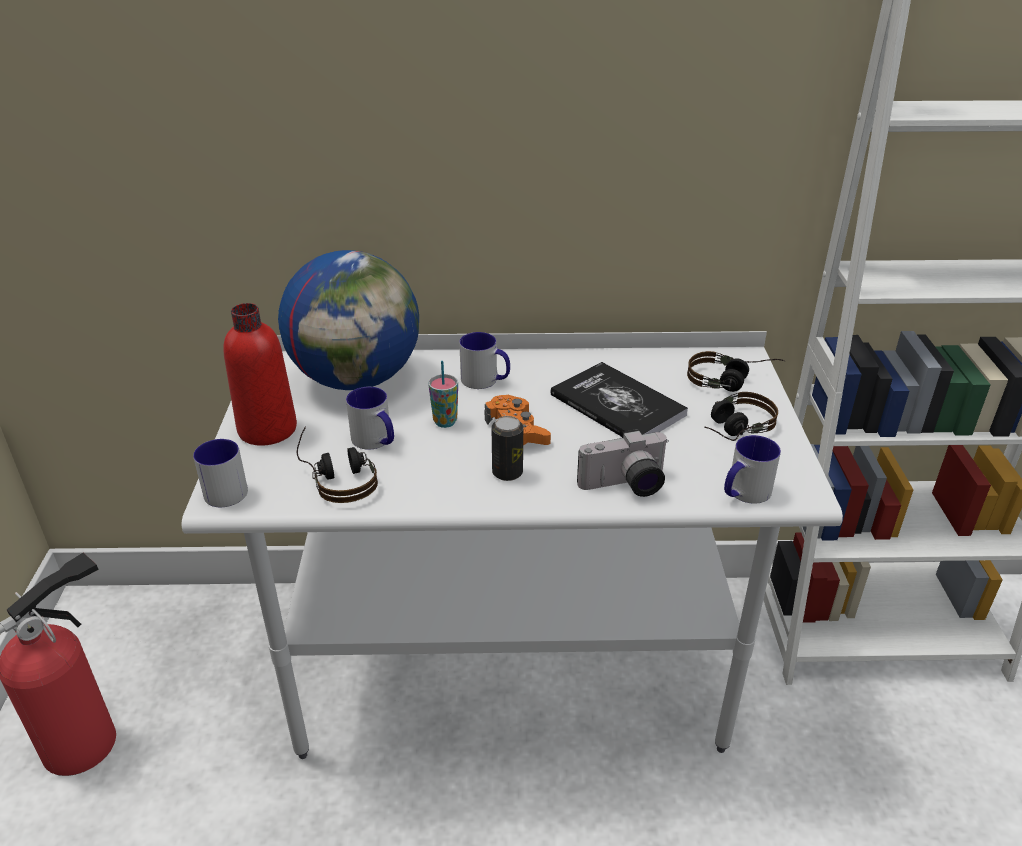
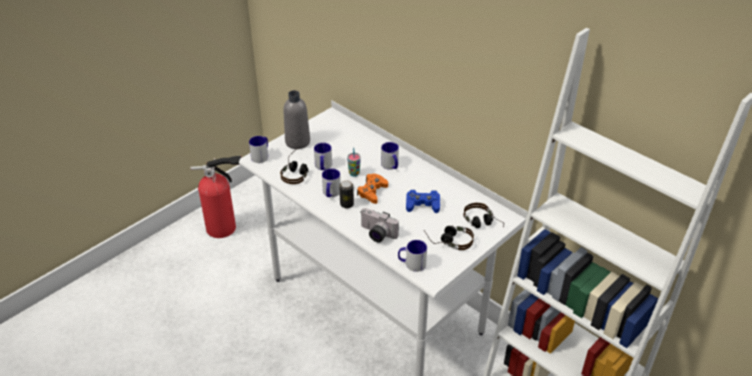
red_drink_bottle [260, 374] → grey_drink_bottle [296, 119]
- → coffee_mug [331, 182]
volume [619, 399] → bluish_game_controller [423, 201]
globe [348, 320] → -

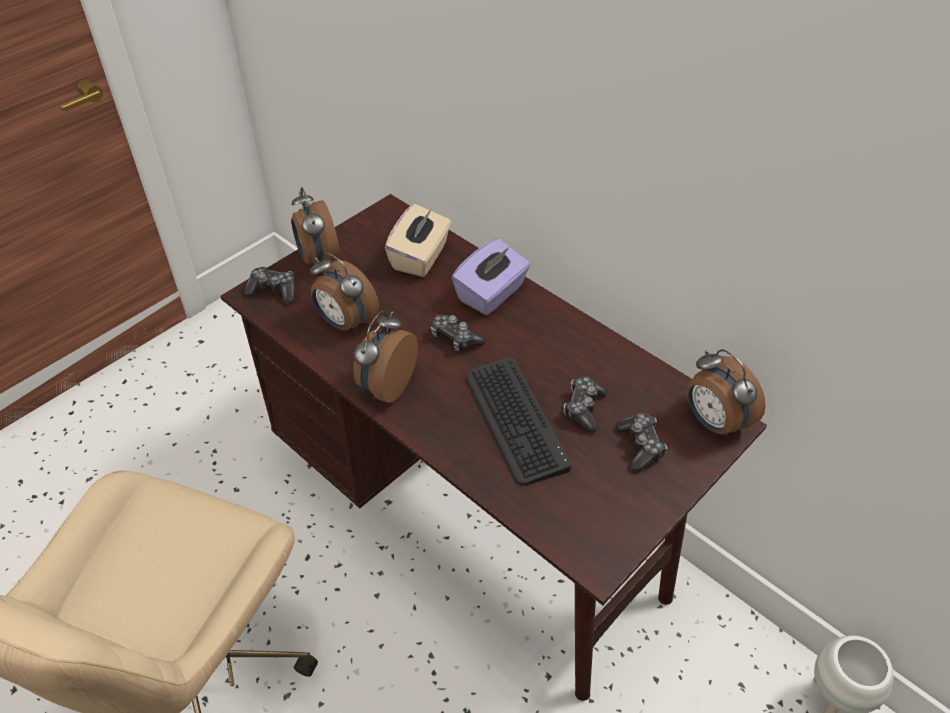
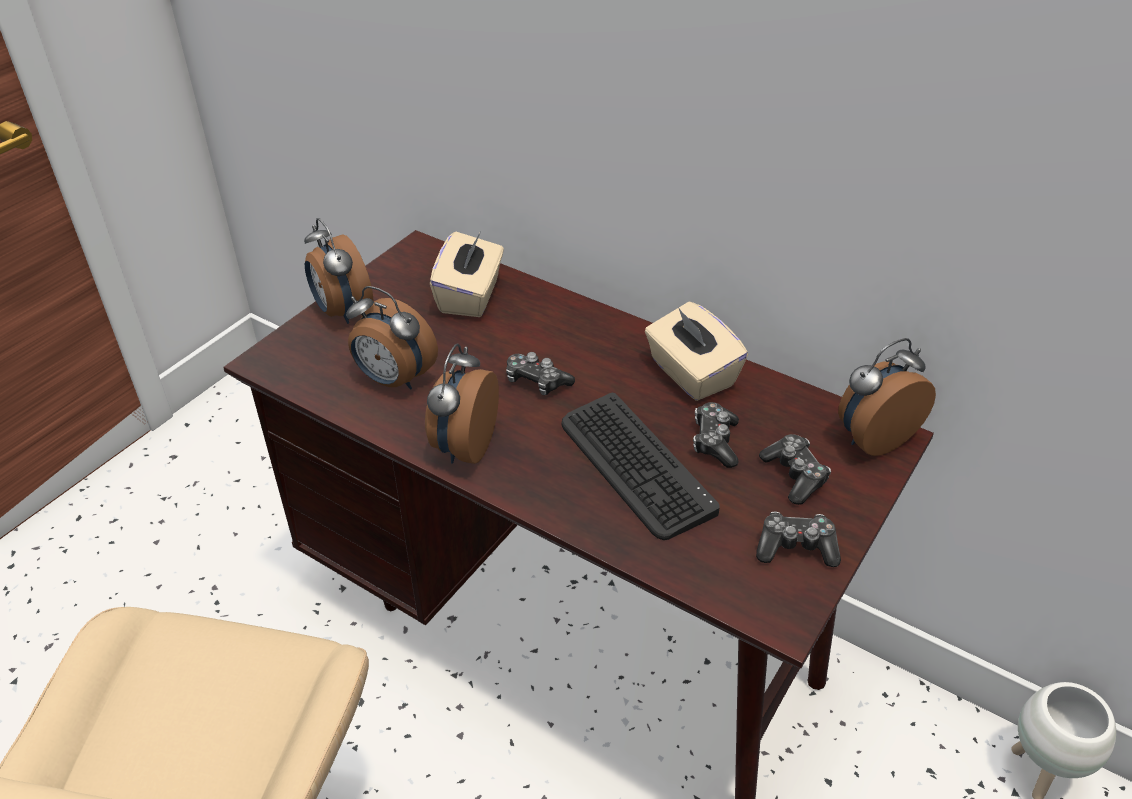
- → beige_tissue_box [696, 351]
game_controller [269, 285] → game_controller [798, 539], relocated
table_clock [726, 393] → table_clock [887, 397], 105 degrees clockwise
purple-coloured_tissue_box [491, 276] → -

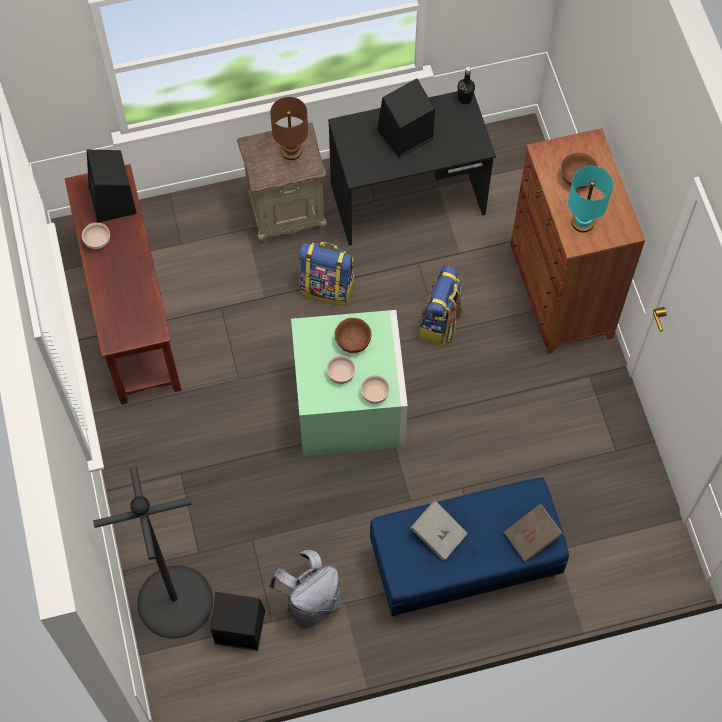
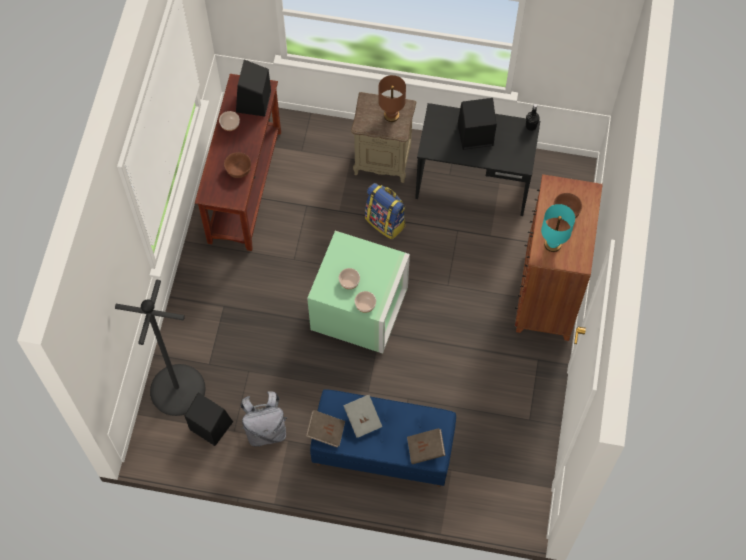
brown-coloured_deep_dish [352, 335] → brown-coloured_deep_dish [237, 165], relocated
- → brown-coloured_volume [325, 428]
rucksack [440, 306] → -

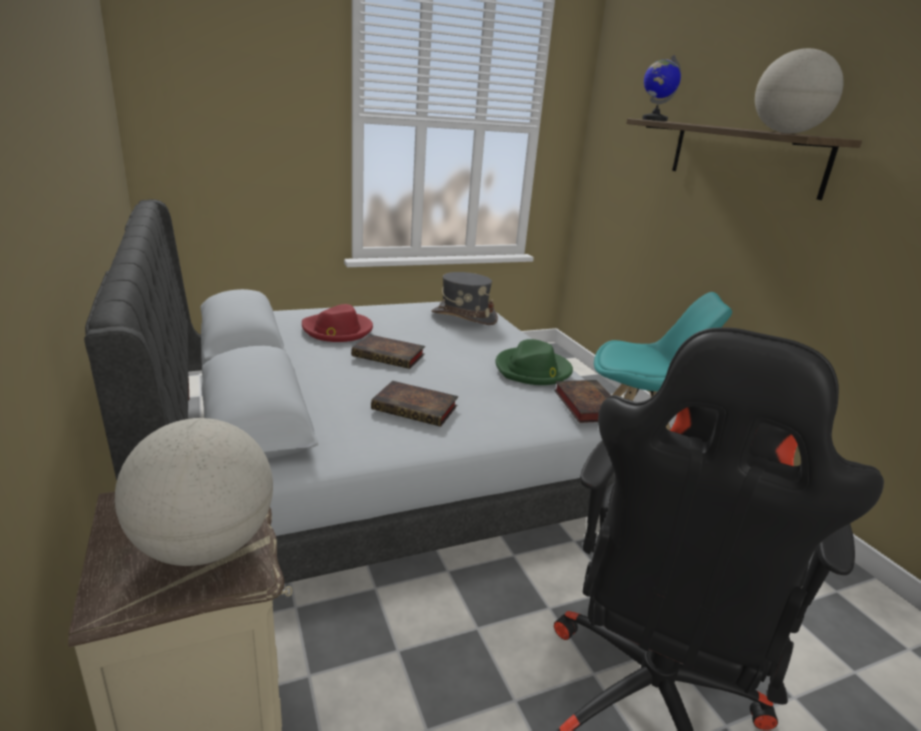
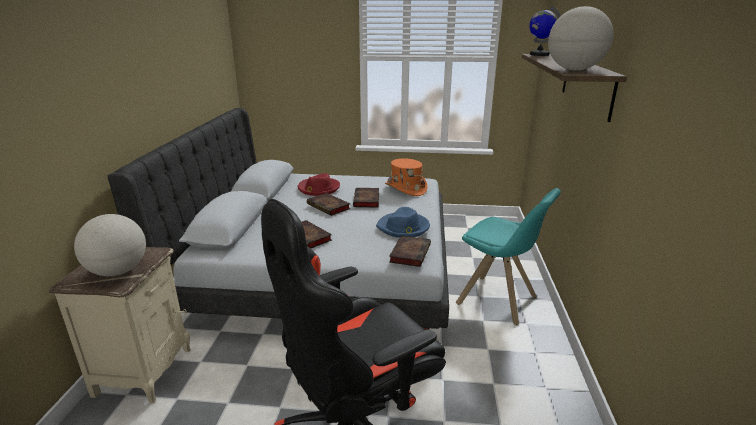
- → volume [366, 198]
greenish_hat [534, 362] → bluish_hat [403, 222]
grey_hat [465, 298] → orange-coloured_hat [406, 177]

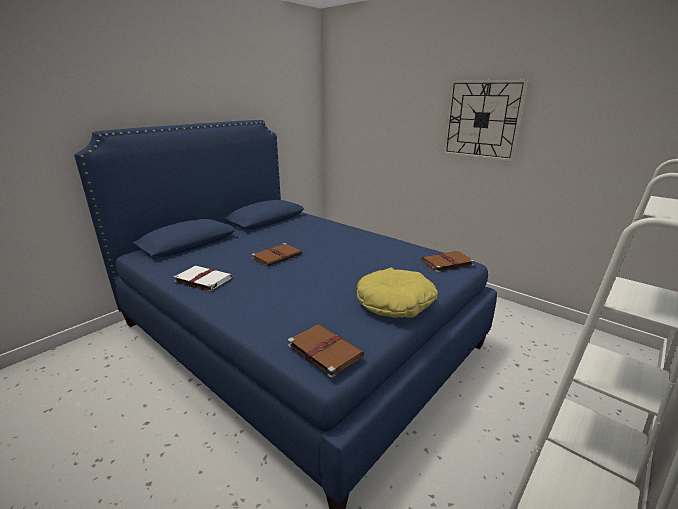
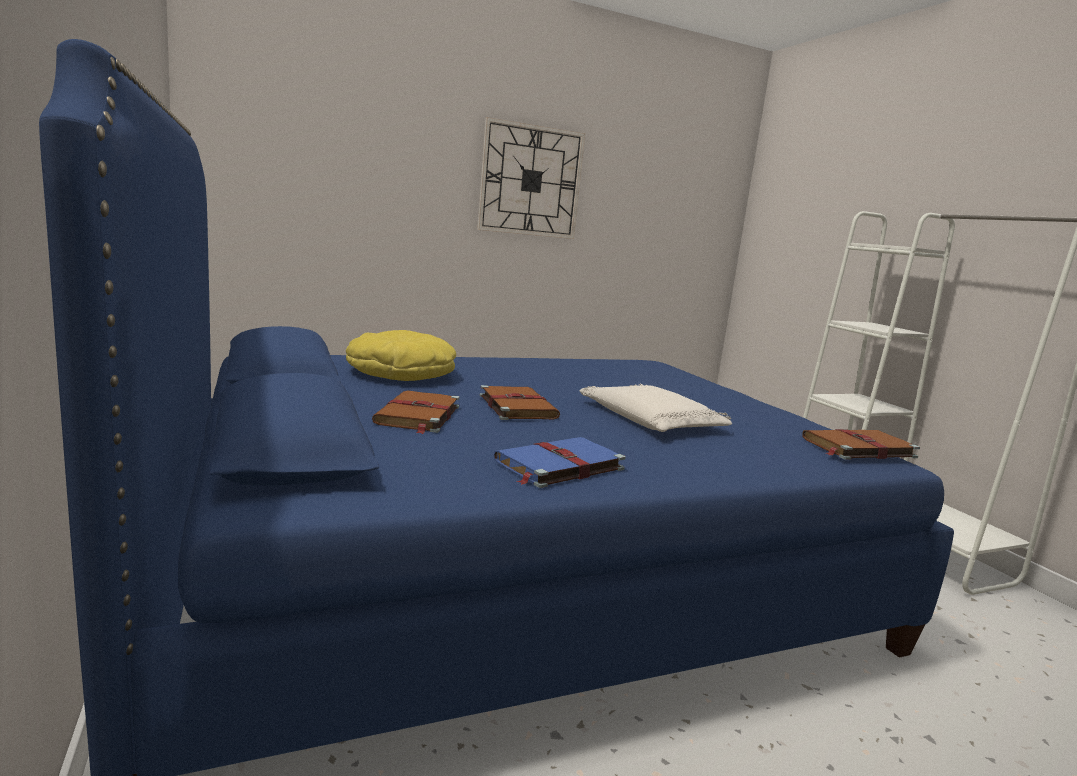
yellowish_throw_pillow [397, 293] → yellowish_throw_pillow [401, 355], relocated
brown-coloured_volume [448, 262] → brown-coloured_volume [416, 412], relocated
whitish_volume [202, 279] → bluish_volume [560, 462]
- → whitish_throw_pillow [655, 408]

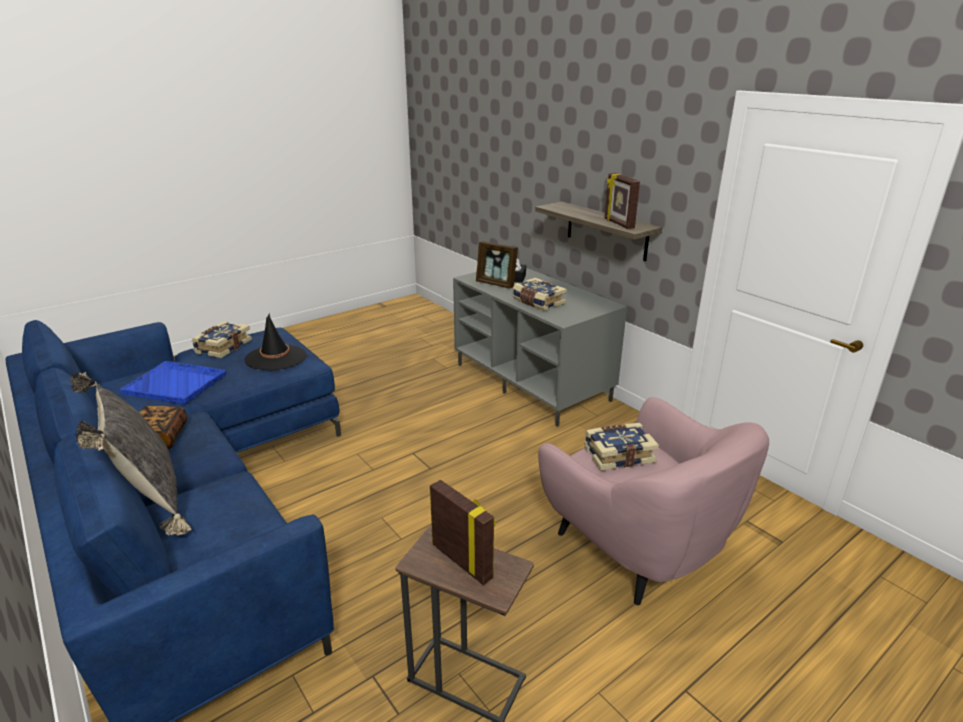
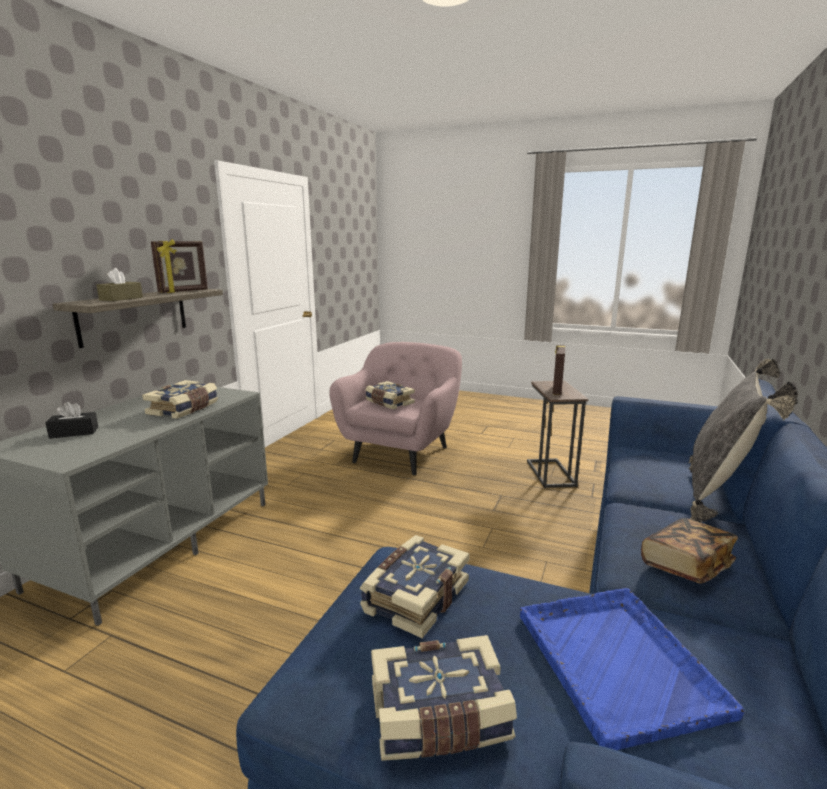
- → brown-coloured_tissue_box [120, 284]
black-coloured_hat [275, 341] → volume [415, 586]
picture_frame [497, 264] → -

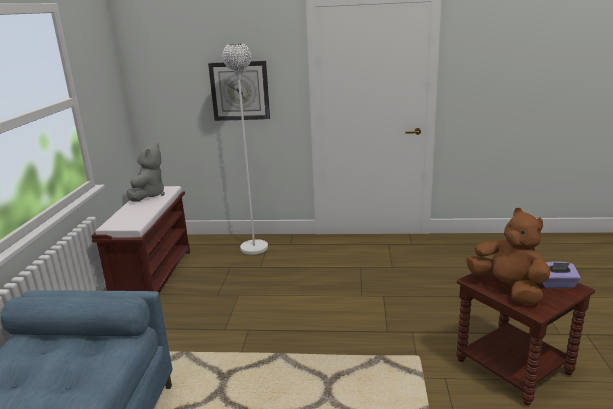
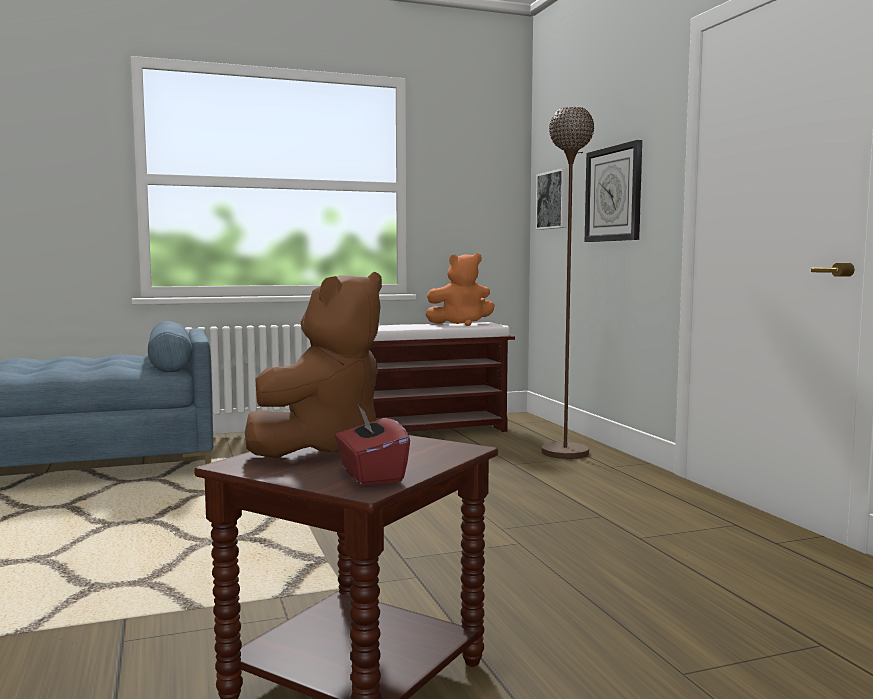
purple-coloured_tissue_box [561, 275] → red_tissue_box [372, 445]
grey_cuddly_toy [146, 172] → orange-coloured_cuddly_toy [460, 289]
- → wall_art [552, 199]
whitish_floor_lamp [245, 149] → brown-coloured_floor_lamp [568, 283]

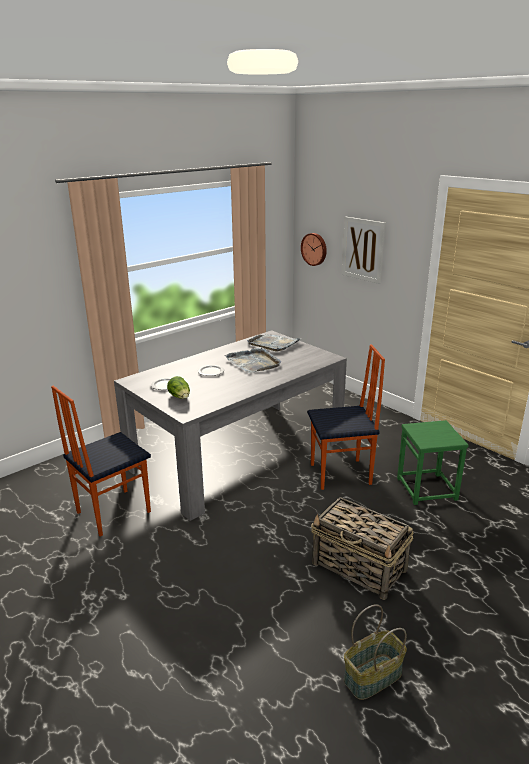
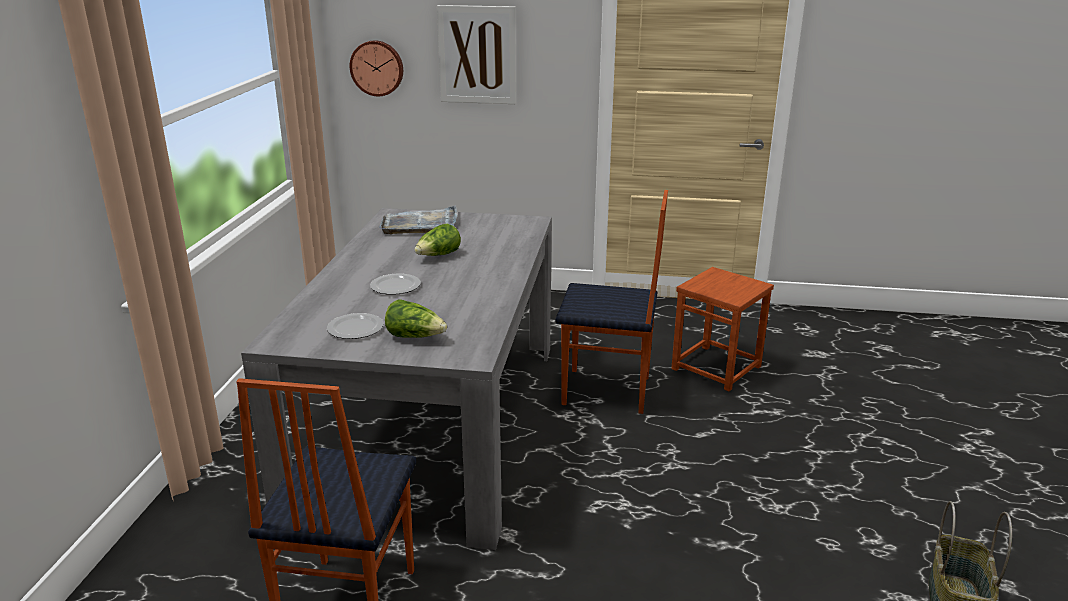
grey_serving_tray [252, 360] → head_of_lettuce [437, 240]
upright_chair [346, 417] → upright_chair [611, 302], 60 degrees clockwise
greenish_stool_seat [433, 462] → brown-coloured_stool_seat [722, 329]
storage_basket [362, 548] → -

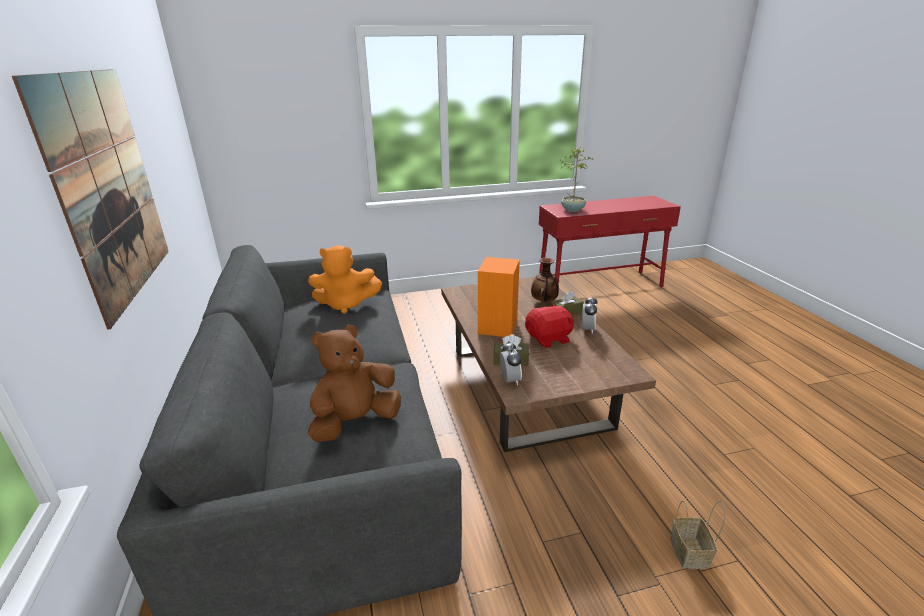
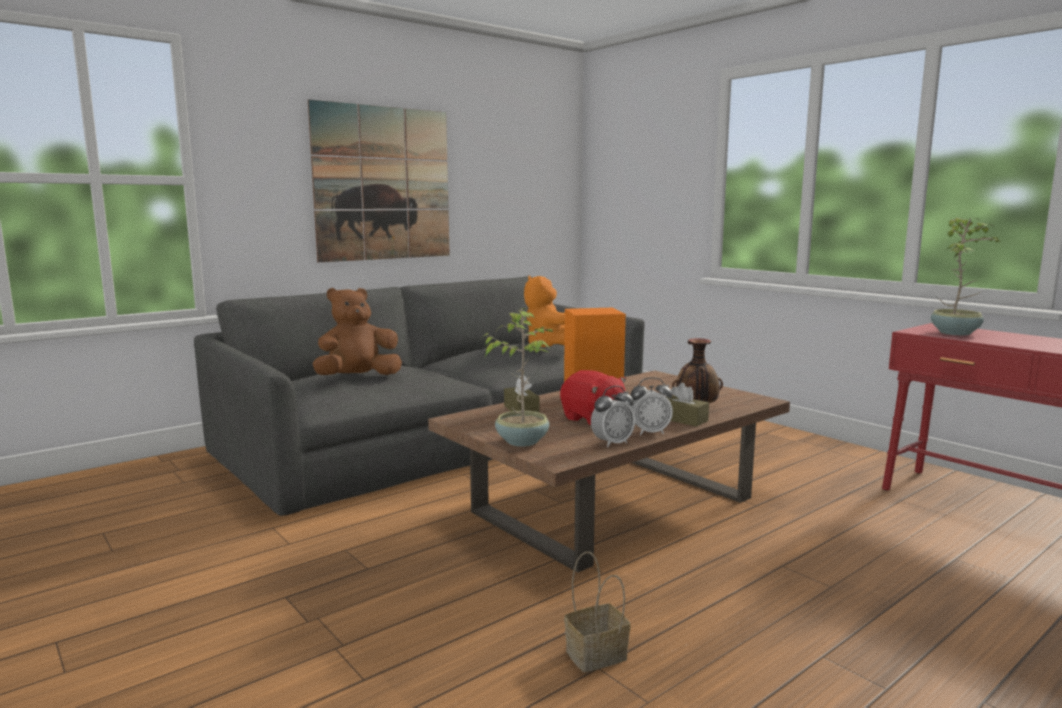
brown-coloured_cuddly_toy [354, 383] → brown-coloured_cuddly_toy [357, 331], 60 degrees counterclockwise
- → houseplant [519, 377]
storage_basket [698, 534] → storage_basket [597, 612], relocated
table_clock [511, 363] → table_clock [613, 417], relocated

